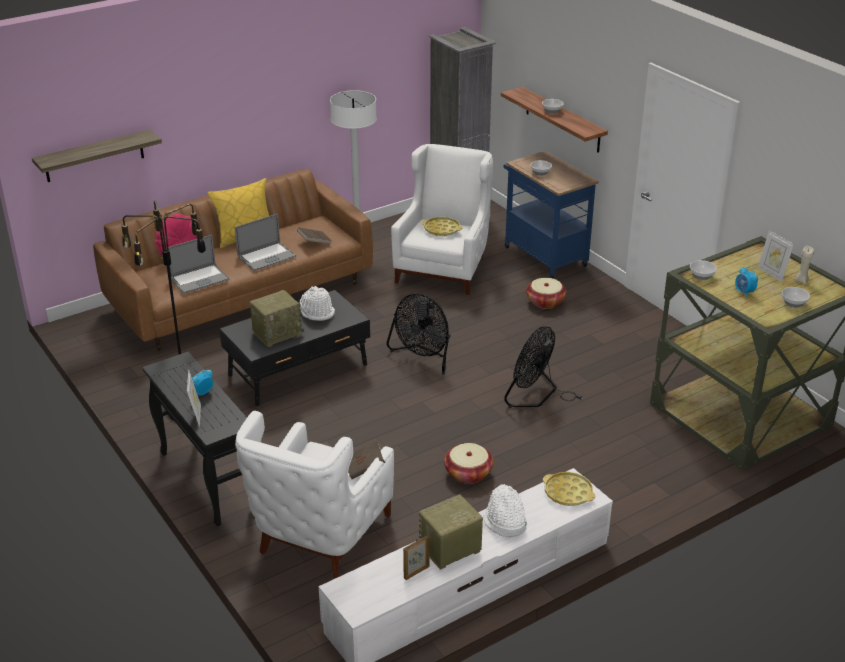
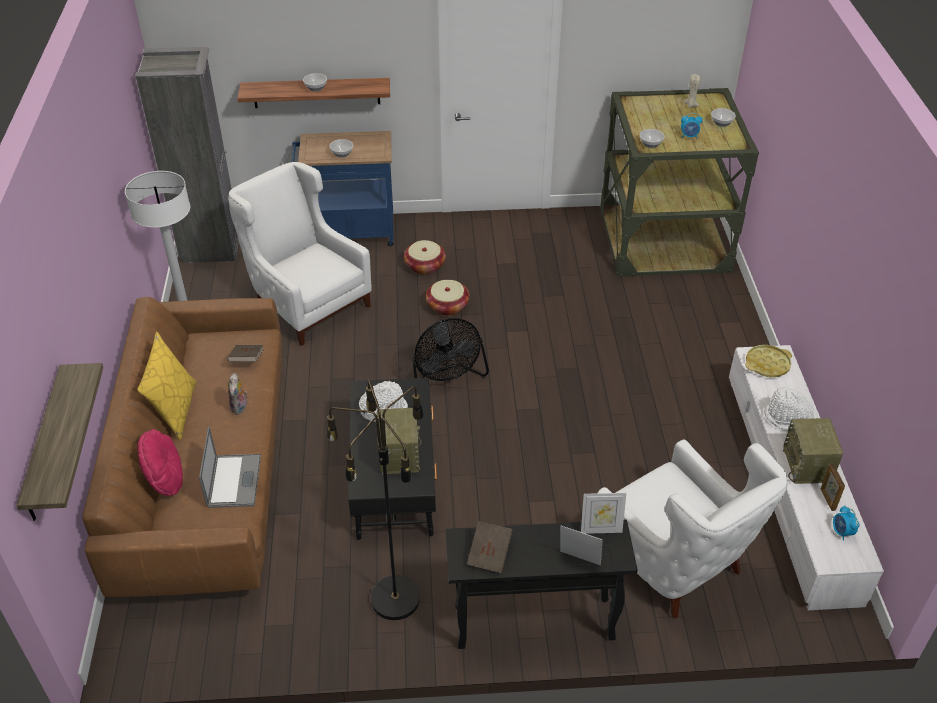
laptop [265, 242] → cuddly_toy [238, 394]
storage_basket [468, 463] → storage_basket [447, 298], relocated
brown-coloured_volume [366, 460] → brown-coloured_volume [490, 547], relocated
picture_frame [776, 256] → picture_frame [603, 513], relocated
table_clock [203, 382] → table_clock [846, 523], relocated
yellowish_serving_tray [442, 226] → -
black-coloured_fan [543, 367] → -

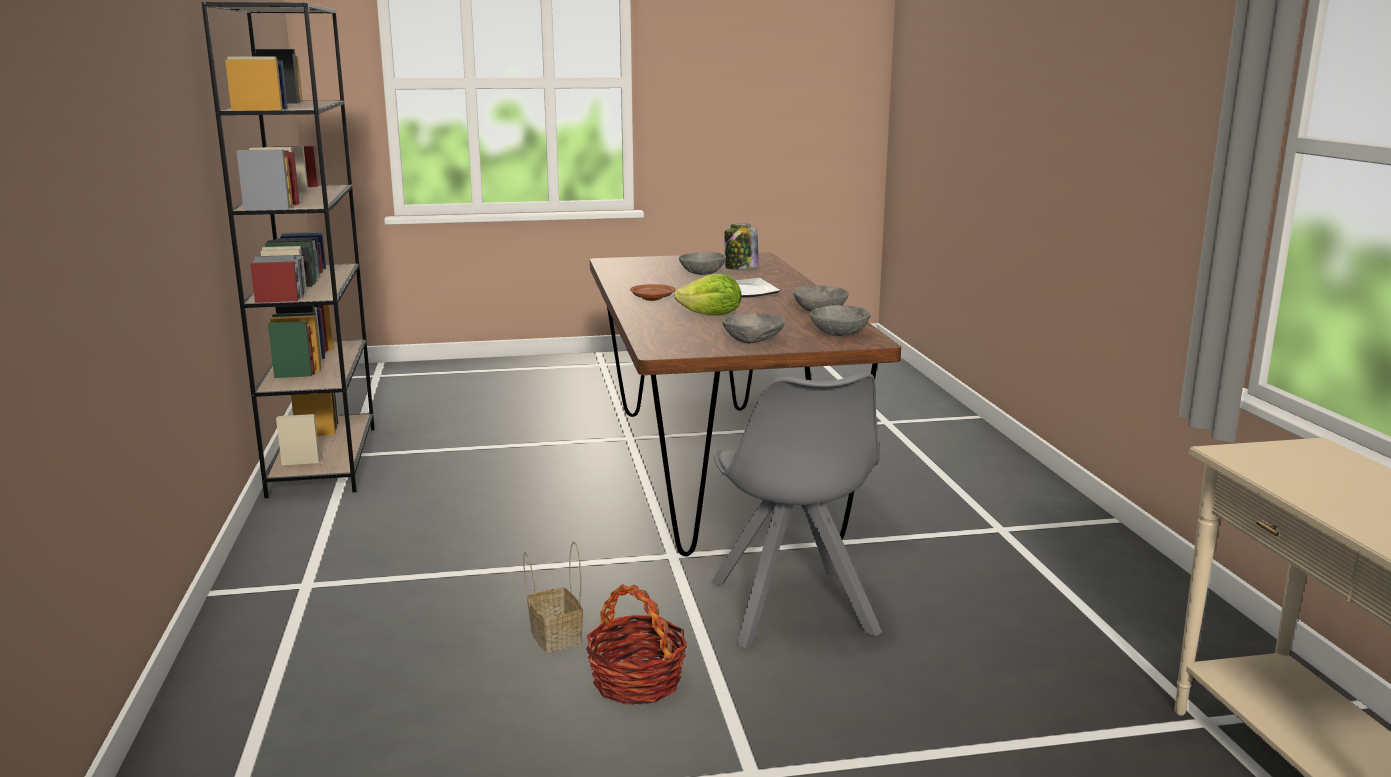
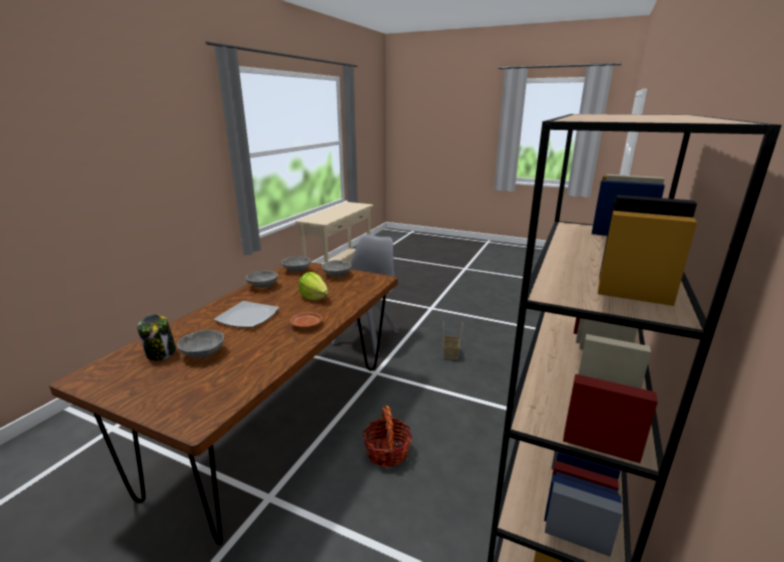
storage_basket [636, 644] → storage_basket [387, 436], relocated

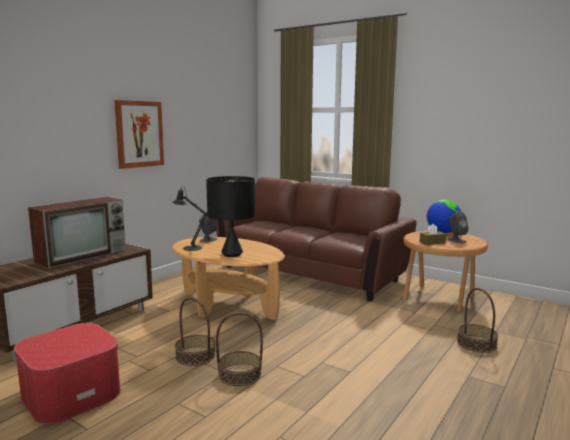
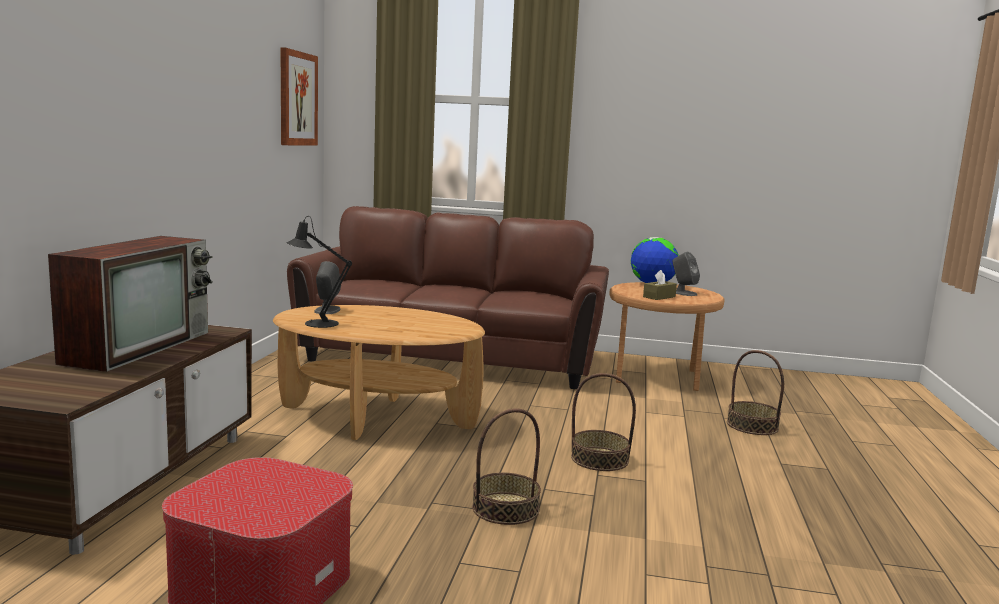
wall_art [139, 134] → wall_art [299, 96], relocated
storage_basket [195, 331] → storage_basket [603, 422], relocated
black-coloured_tabletop_lamp [230, 216] → -

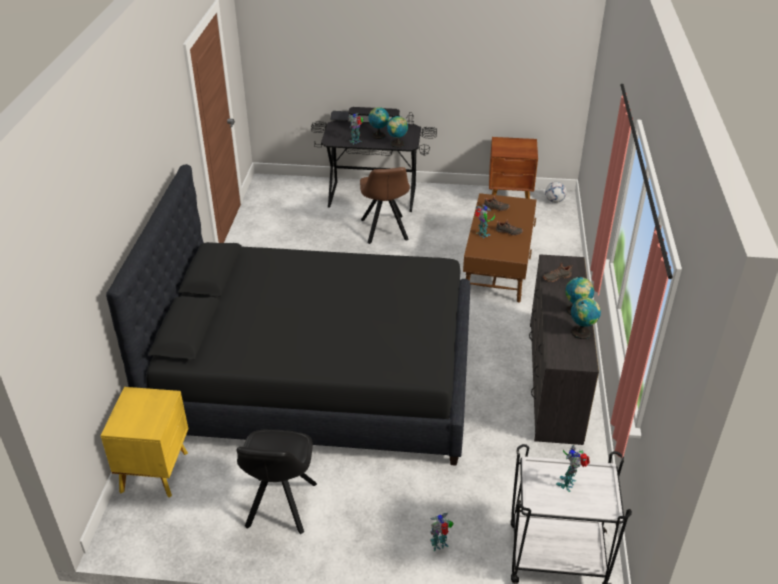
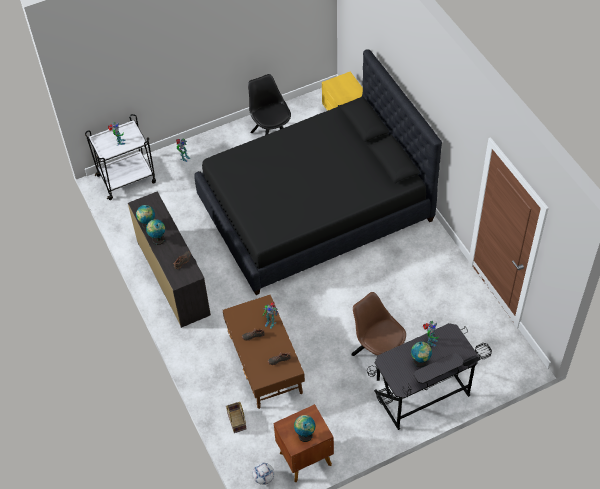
- → storage_basket [236, 417]
globe [397, 131] → globe [304, 428], relocated

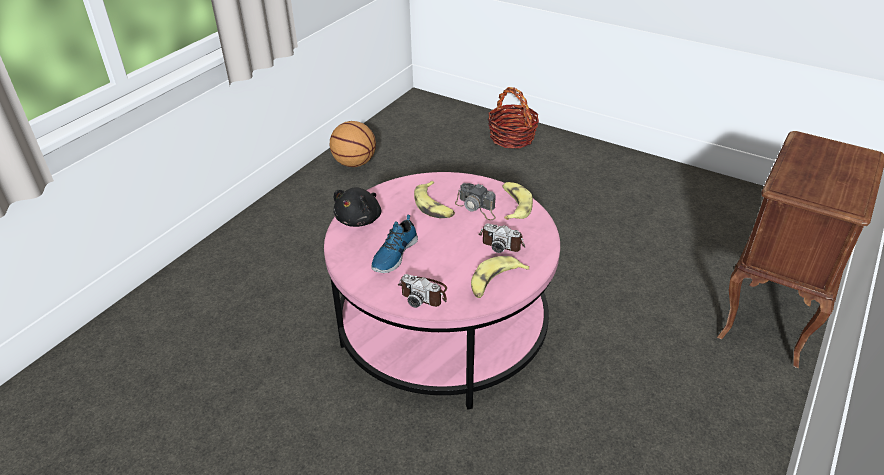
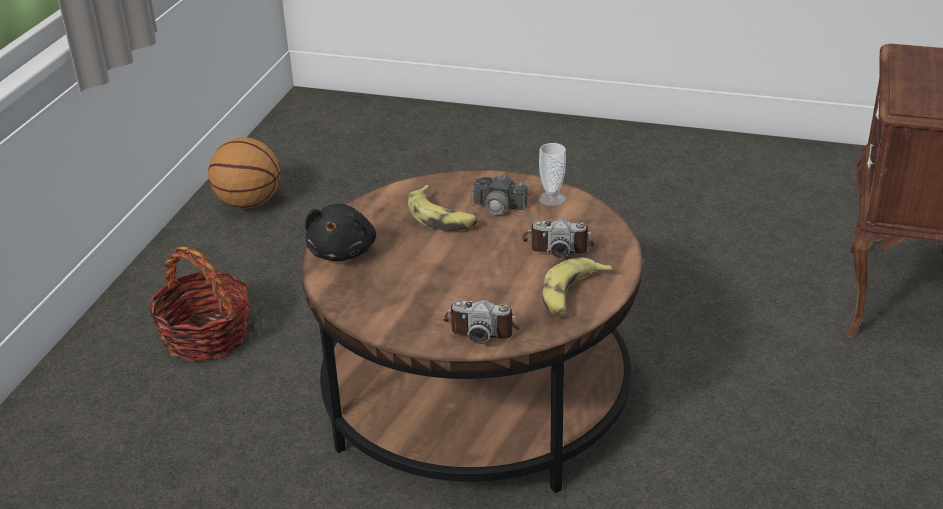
storage_basket [513, 118] → storage_basket [200, 304], relocated
pink_low_table [442, 291] → brown-coloured_low_table [472, 331]
whole_banana [517, 201] → small_cup [552, 174]
item_of_footwear [394, 244] → -

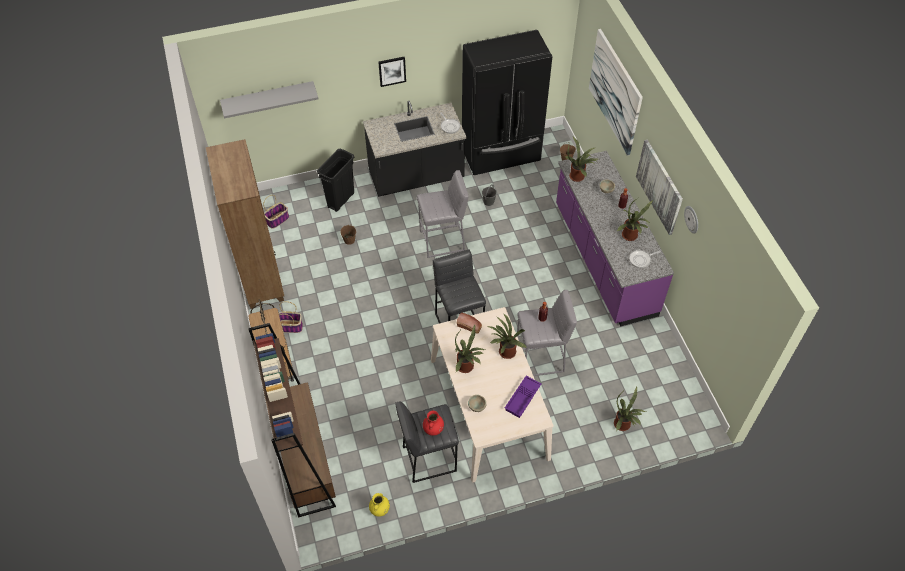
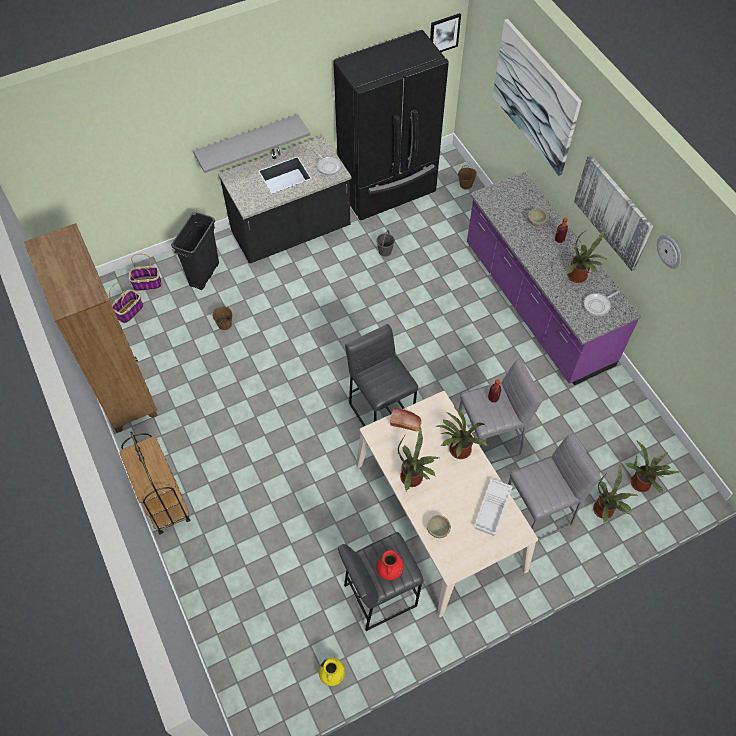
storage_basket [291, 317] → storage_basket [145, 272], relocated
grey_shelf [269, 100] → grey_shelf [251, 143], relocated
wall_art [392, 72] → wall_art [445, 32], relocated
purple-coloured_serving_tray [523, 397] → whitish_serving_tray [493, 507]
grey_stool_seat [442, 214] → grey_stool_seat [554, 486], relocated
houseplant [581, 159] → houseplant [653, 467], relocated
brown-coloured_shelving_unit [292, 420] → -

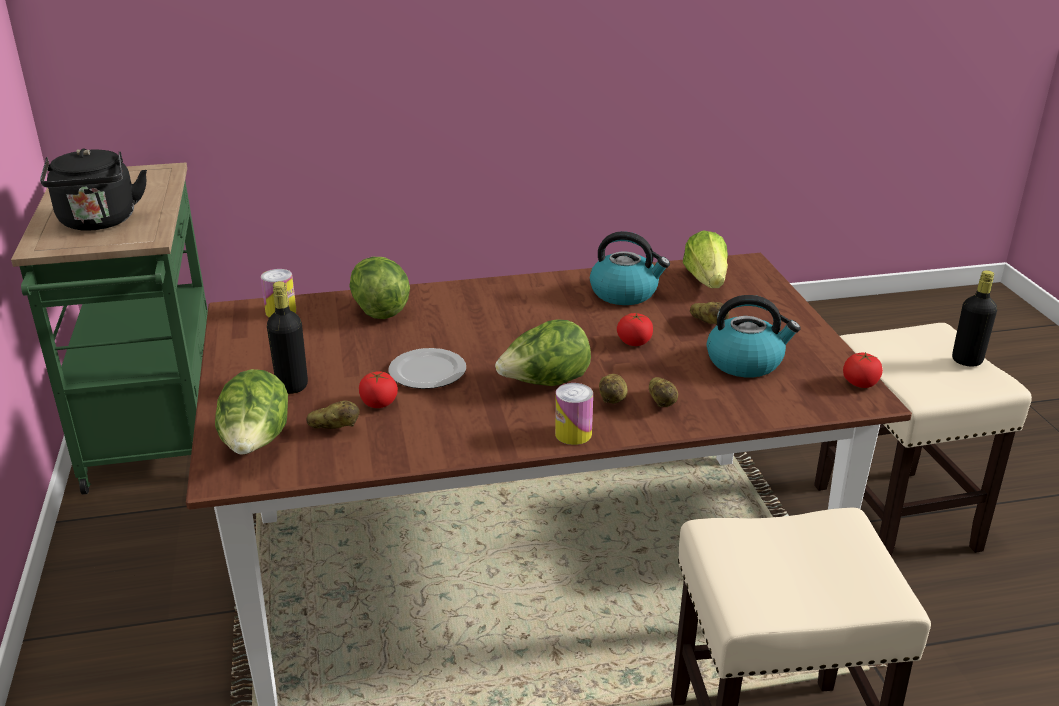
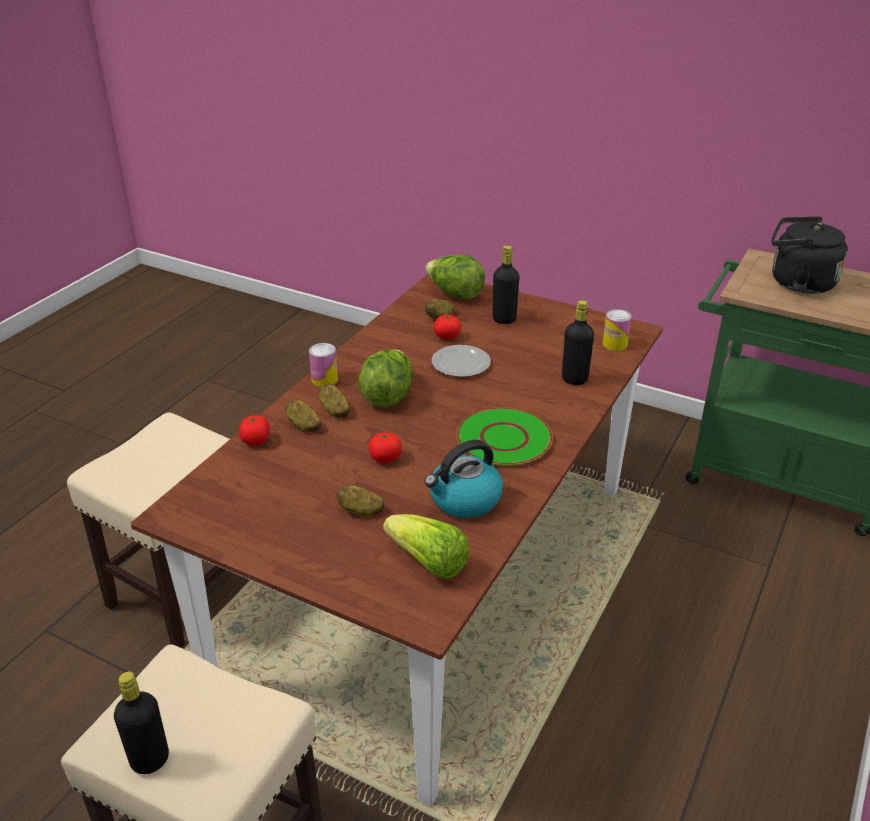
fresh_tomato [863, 370] → fresh_tomato [254, 430], relocated
- → greenish_flat_dish [504, 436]
head_of_lettuce [379, 288] → black-coloured_drink_bottle [578, 342]
kettle [754, 336] → -

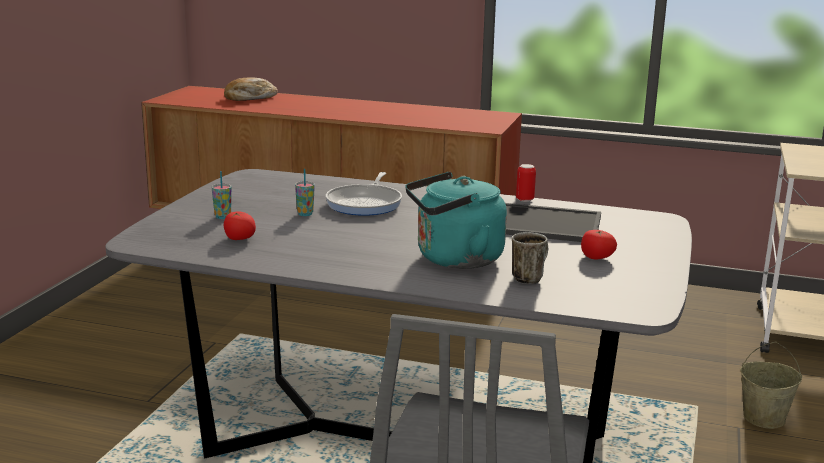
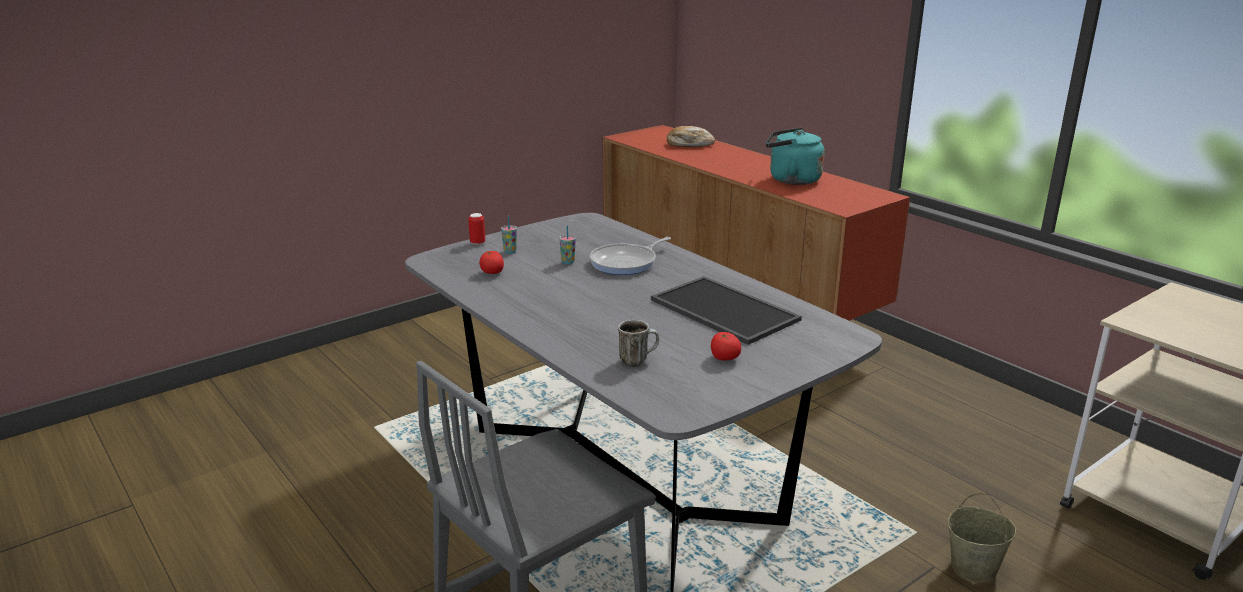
can [526, 183] → can [476, 229], relocated
turquoise-coloured_kettle [456, 220] → turquoise-coloured_kettle [795, 156], relocated

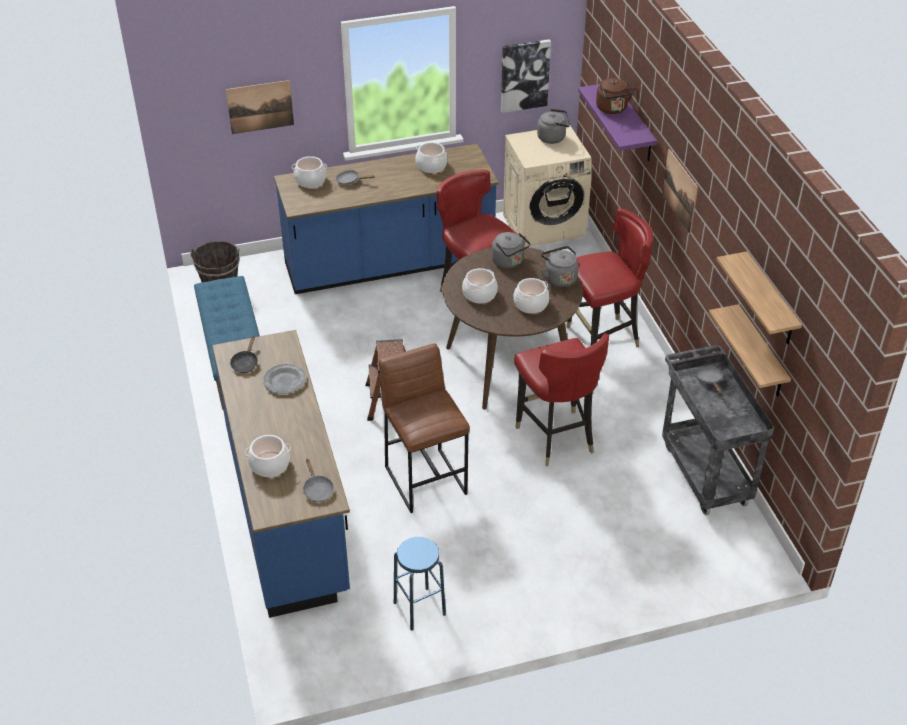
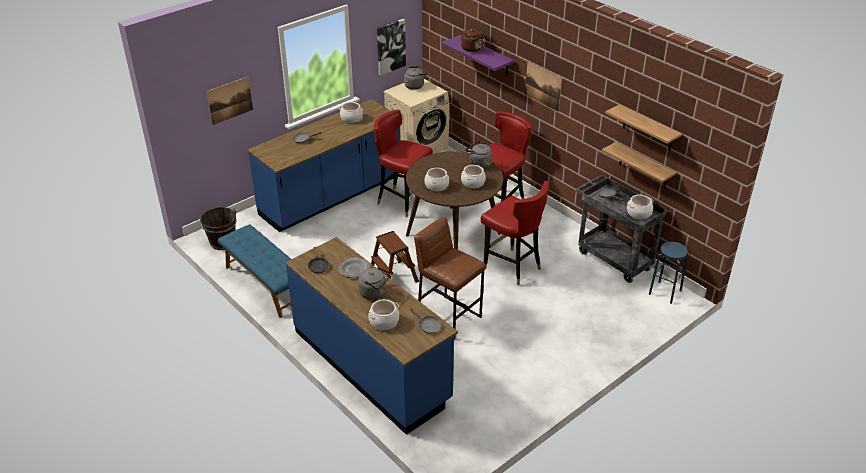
grey_kettle [511, 250] → grey_kettle [374, 283], relocated
stockpot [309, 172] → stockpot [640, 206], relocated
bluish_stool_seat [420, 584] → bluish_stool_seat [668, 273], relocated

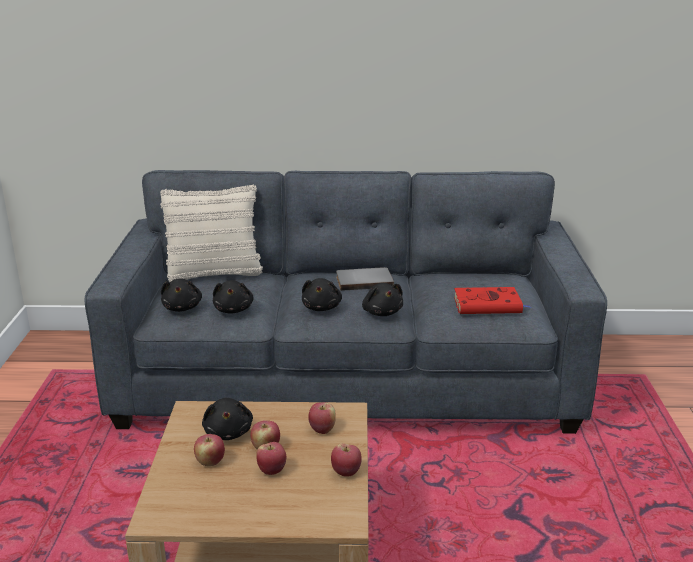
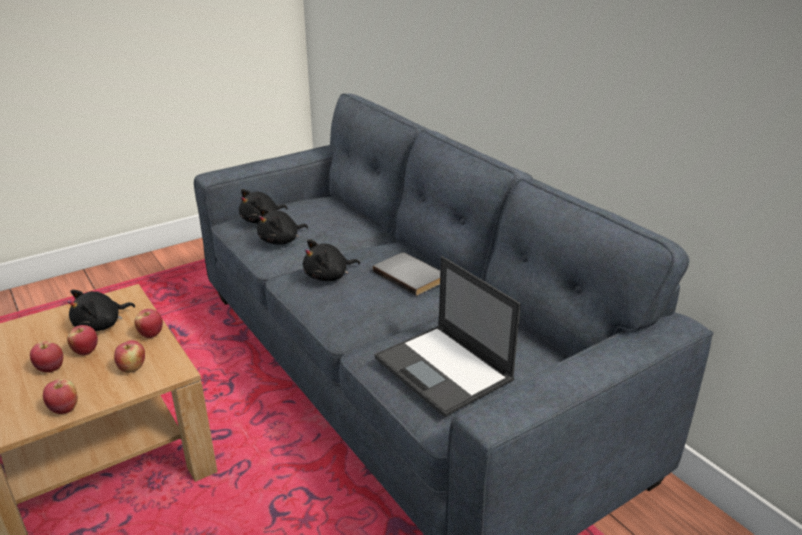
apple [209, 450] → apple [148, 323], relocated
red_volume [493, 300] → laptop [447, 336]
beige_throw_pillow [211, 233] → -
black-coloured_cuddly_toy [382, 299] → -

